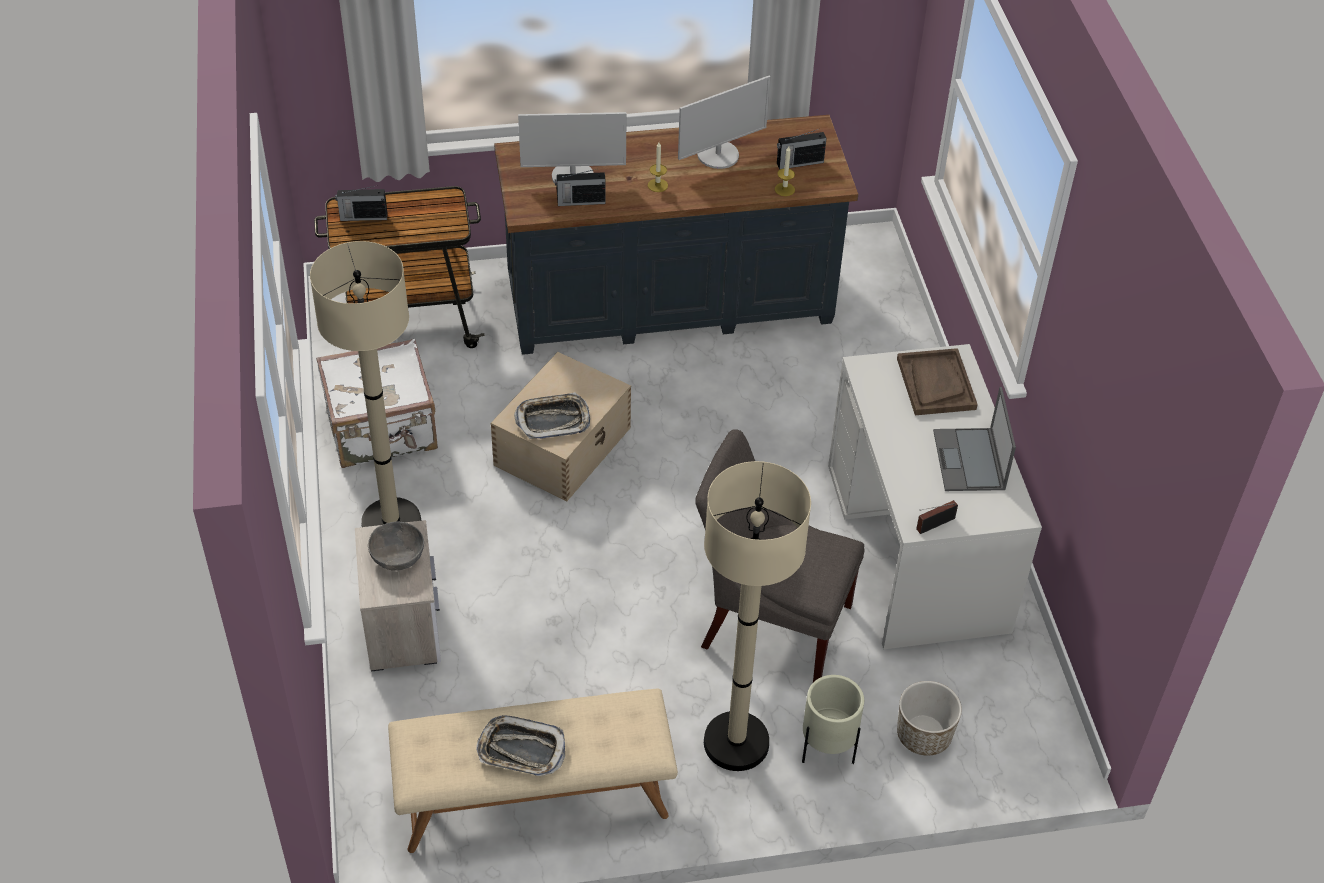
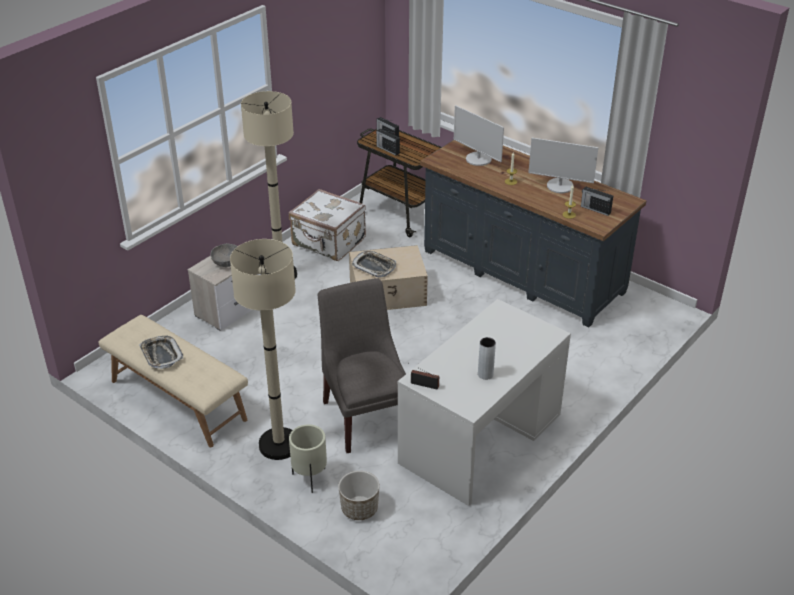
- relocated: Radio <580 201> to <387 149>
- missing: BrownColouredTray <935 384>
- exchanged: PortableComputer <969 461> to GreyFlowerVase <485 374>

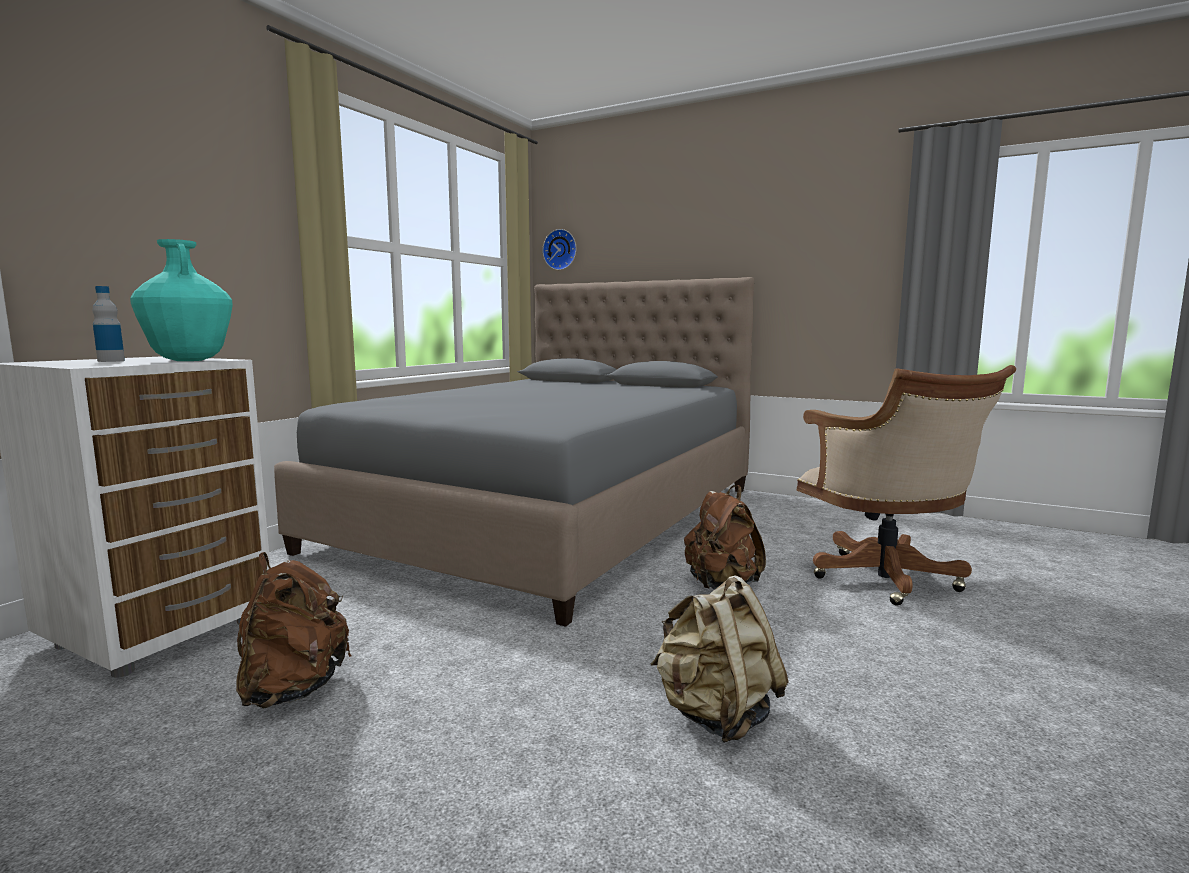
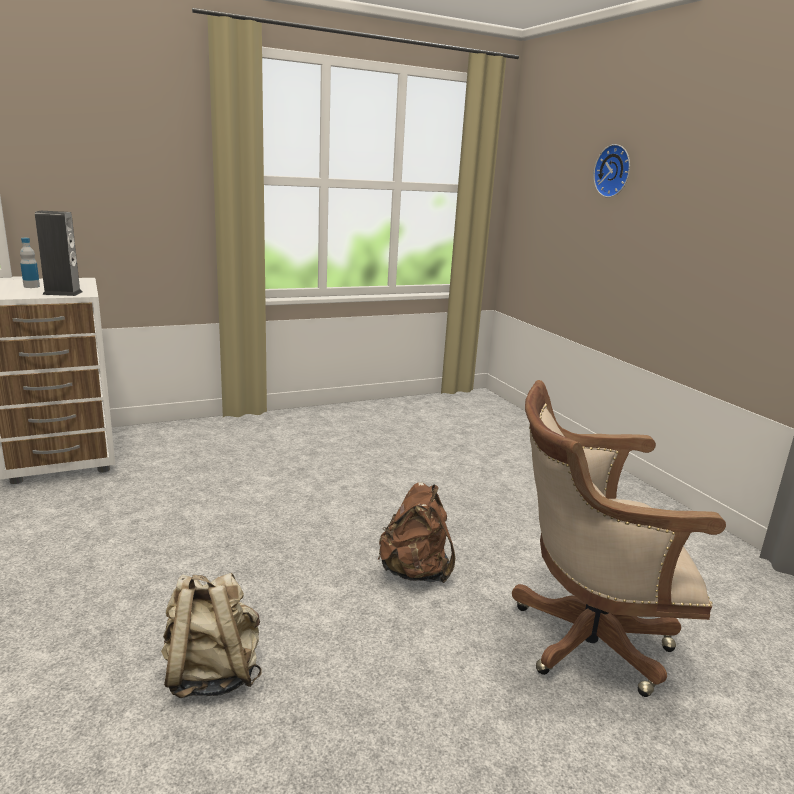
- relocated: HangingClock <561 250> to <614 171>
- exchanged: TurquoiseFlowerVase <189 360> to Loudspeaker <62 293>
- missing: GreySleepingBed <552 517>
- spun: ComputerChair <889 580> = <583 641> 75 degrees clockwise
- missing: BrownColouredRucksack <294 689>

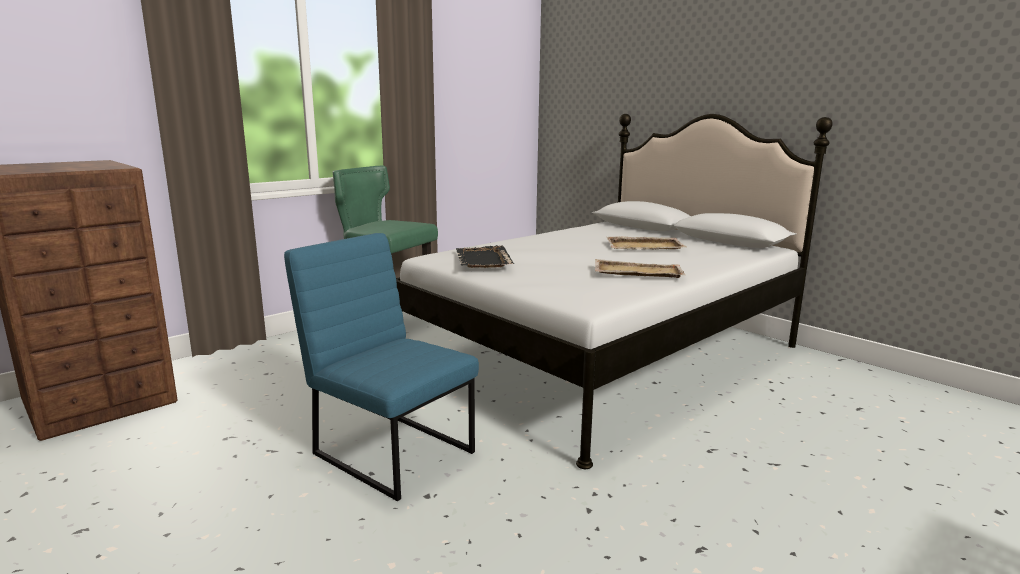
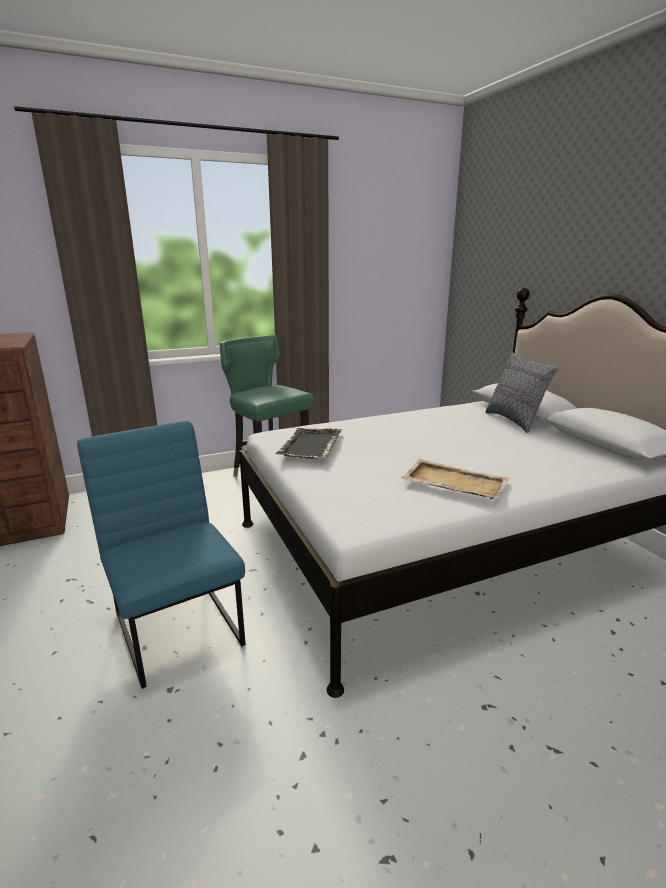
- missing: BeigeTray <645 246>
- appeared: GreyThrowPillow <514 421>

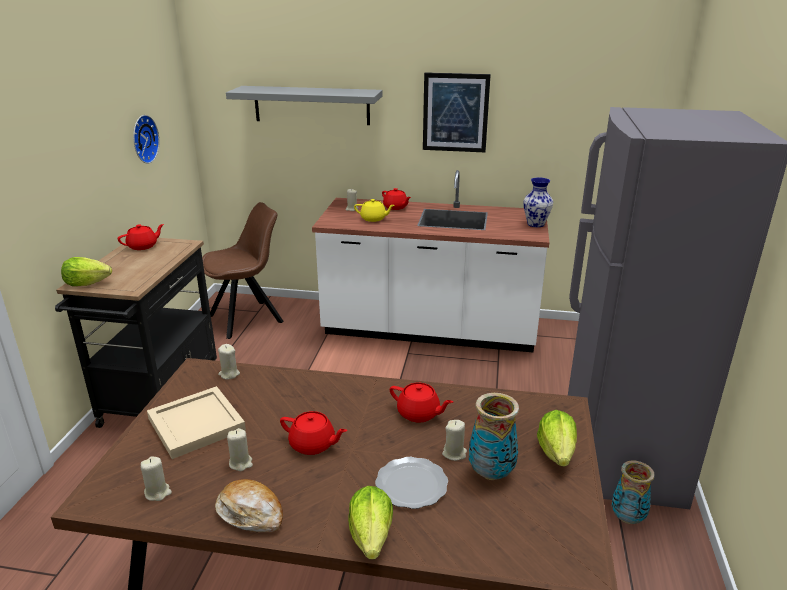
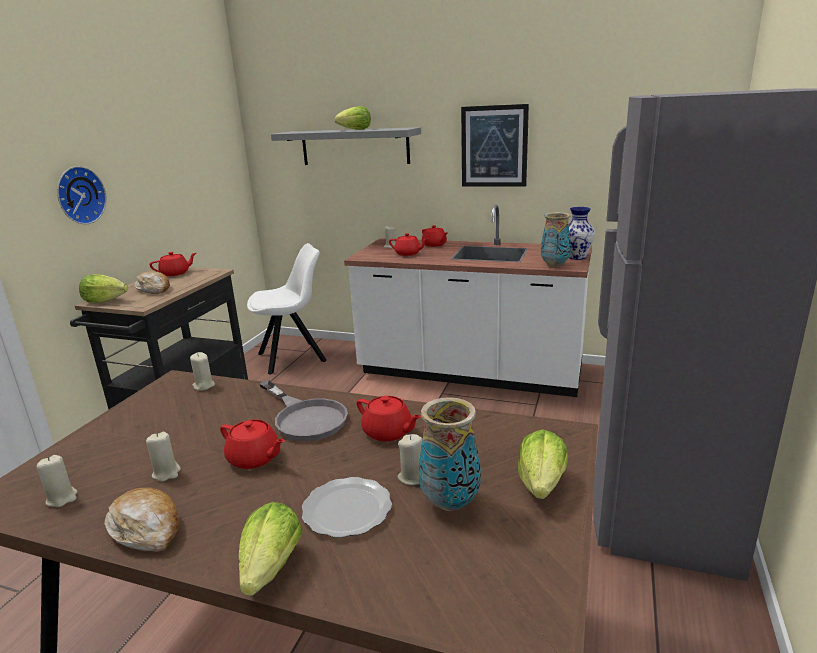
- relocated: HangingClock <142 139> to <79 195>
- colour: YellowColouredTeaPot <373 219> to RedColouredTeaPot <408 253>
- colour: BrownColouredPlainChair <246 319> to WhitishPlainChair <292 358>
- missing: BeigeTray <195 425>
- relocated: FlowerVase <627 518> to <554 265>
- appeared: Lettuce <355 130>
- appeared: BakeryBread <154 289>
- appeared: GreySkillet <305 417>

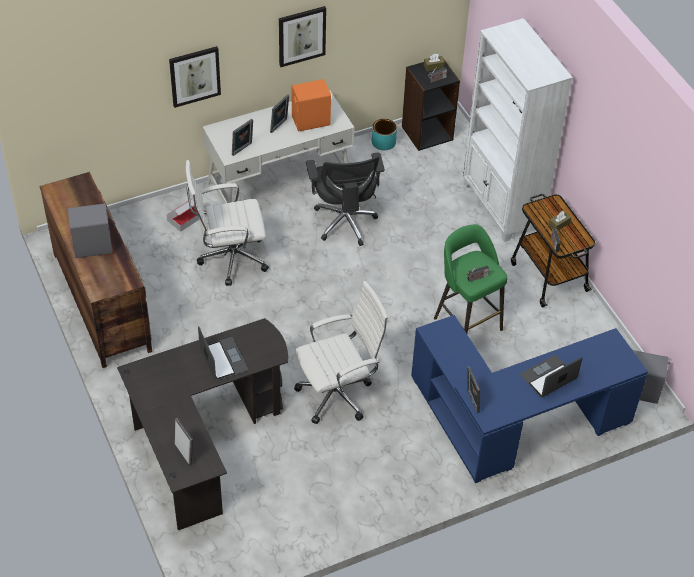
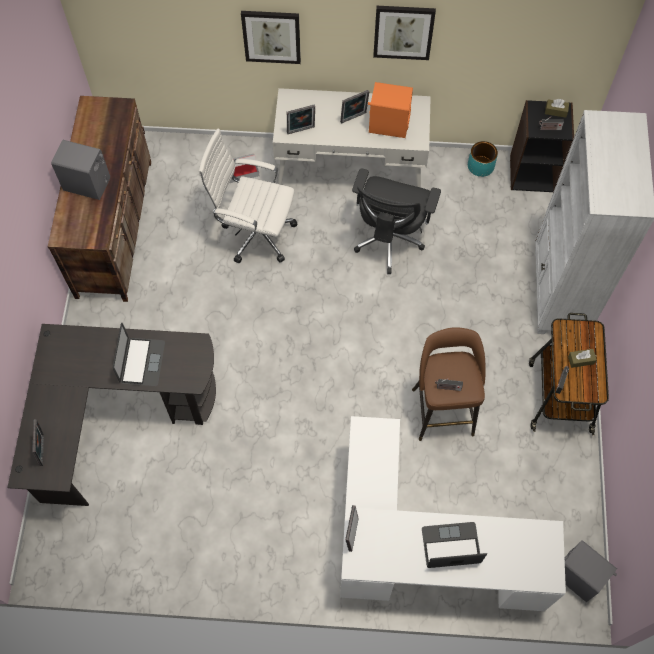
- colour: GreenishSittingStool <466 322> to BrownColouredSittingStool <442 409>
- missing: WhitishComputerChair <338 394>
- colour: BluishDesk <514 424> to WhitishDesk <421 549>

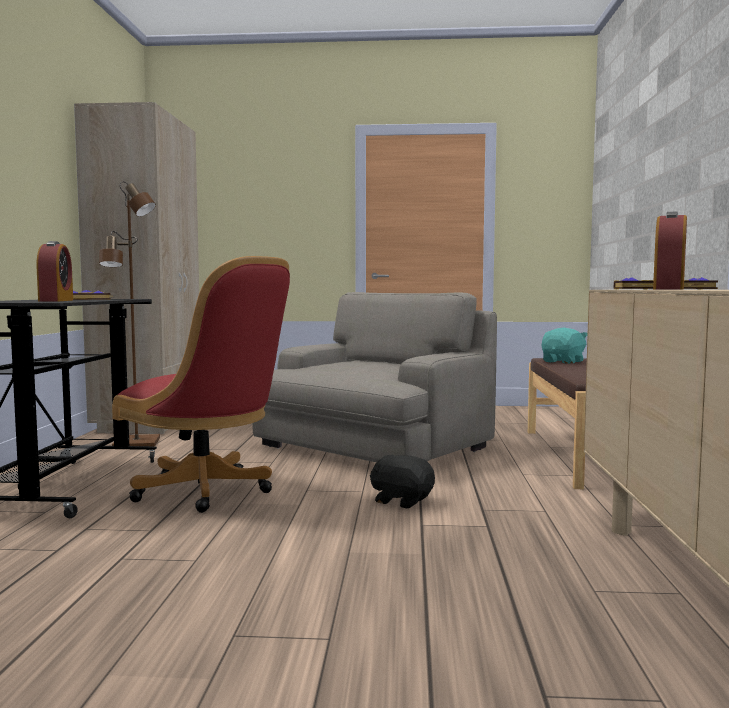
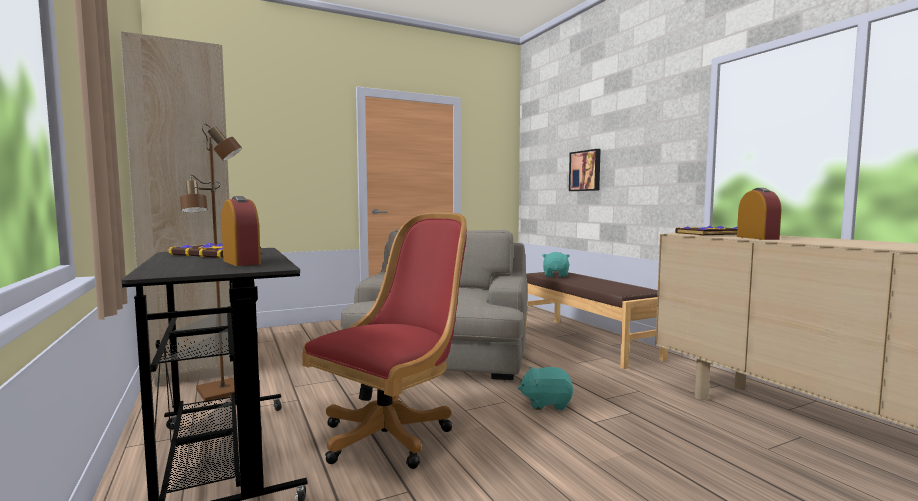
- spun: RedColouredComputerChair <211 493> = <394 433> 60 degrees counterclockwise
- colour: BlackishSoftToy <402 500> to TurquoiseSoftToy <546 403>
- appeared: Picture <585 171>

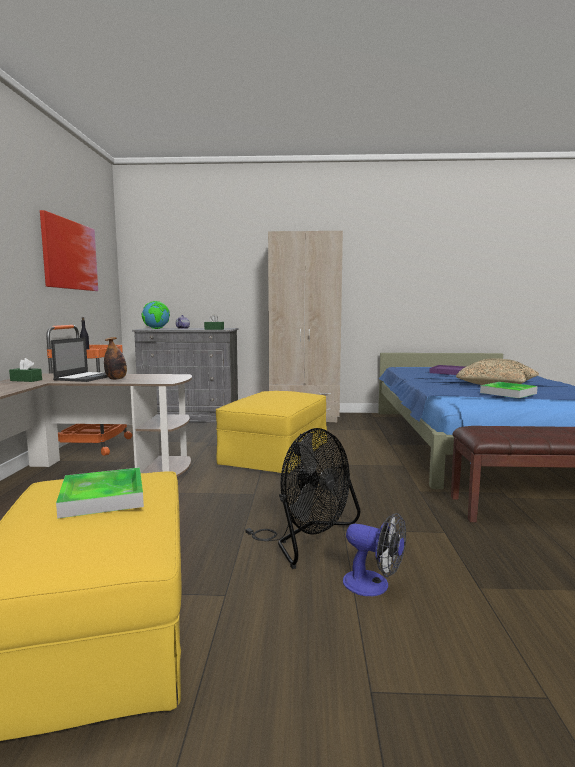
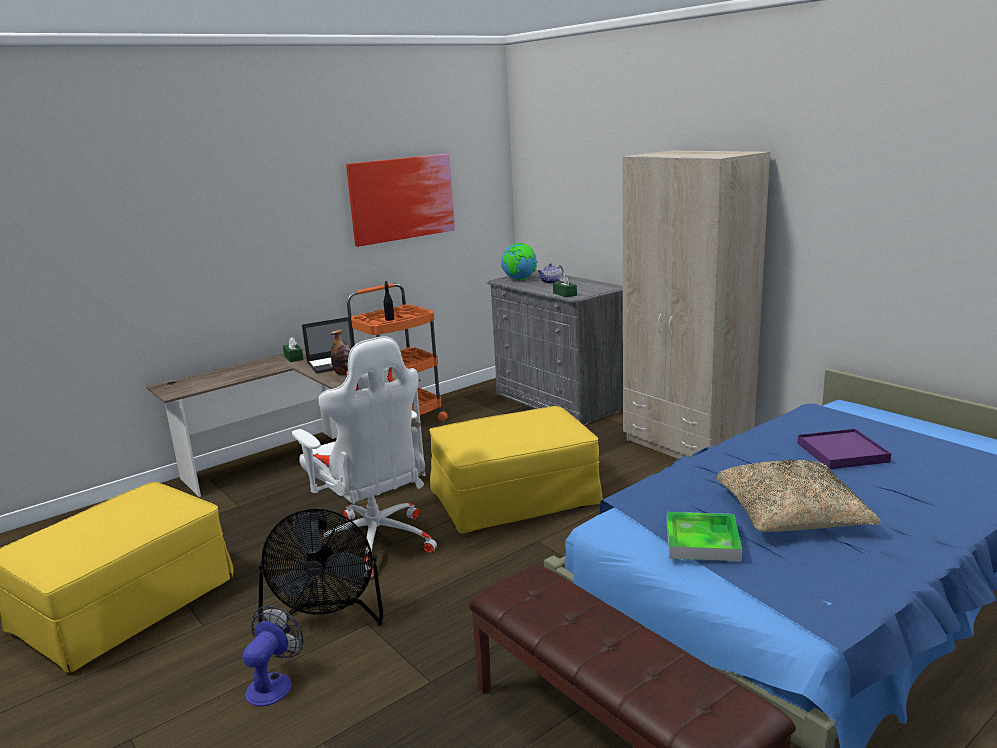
- missing: Tray <103 497>
- spun: Fan <374 586> = <273 683> 150 degrees counterclockwise
- appeared: WhitishComputerChair <372 538>

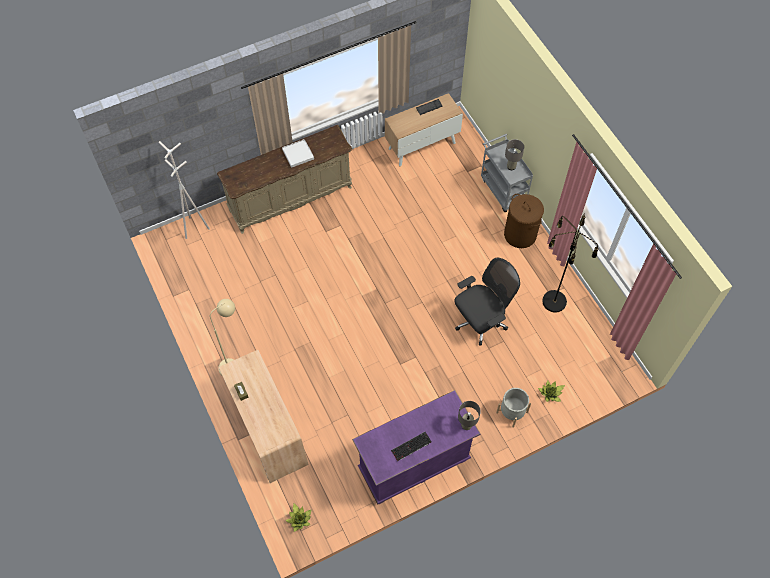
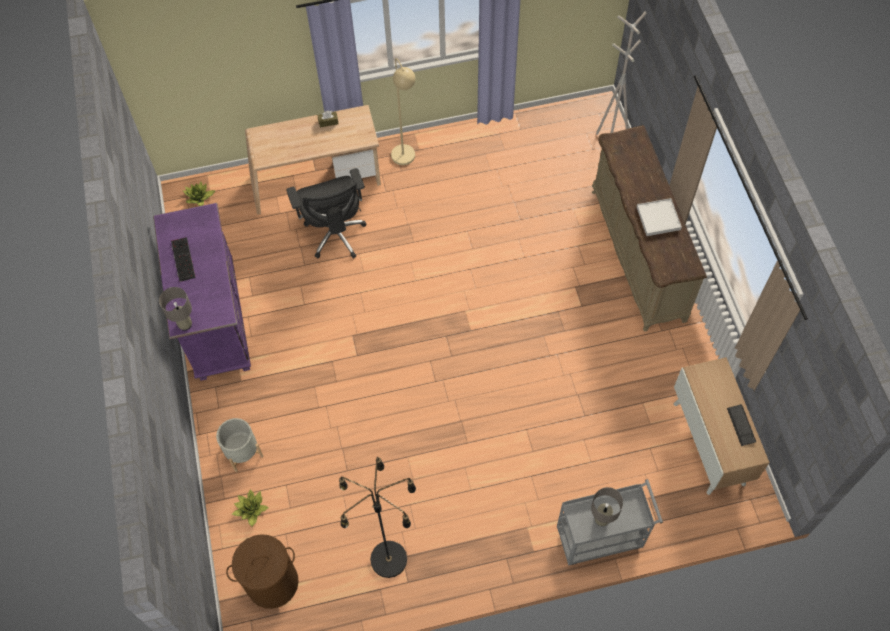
- relocated: BrownColouredLaundryBasket <520 234> to <272 583>
- relocated: ComputerChair <481 322> to <334 233>

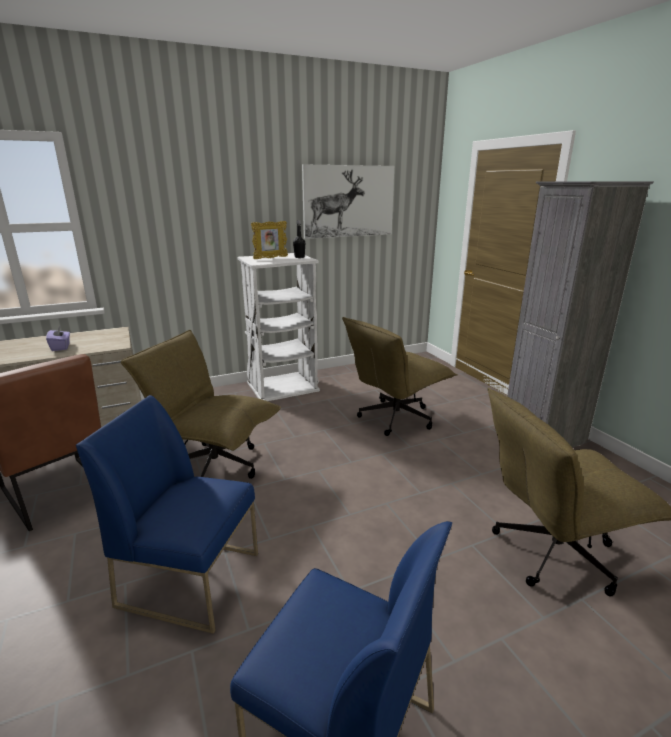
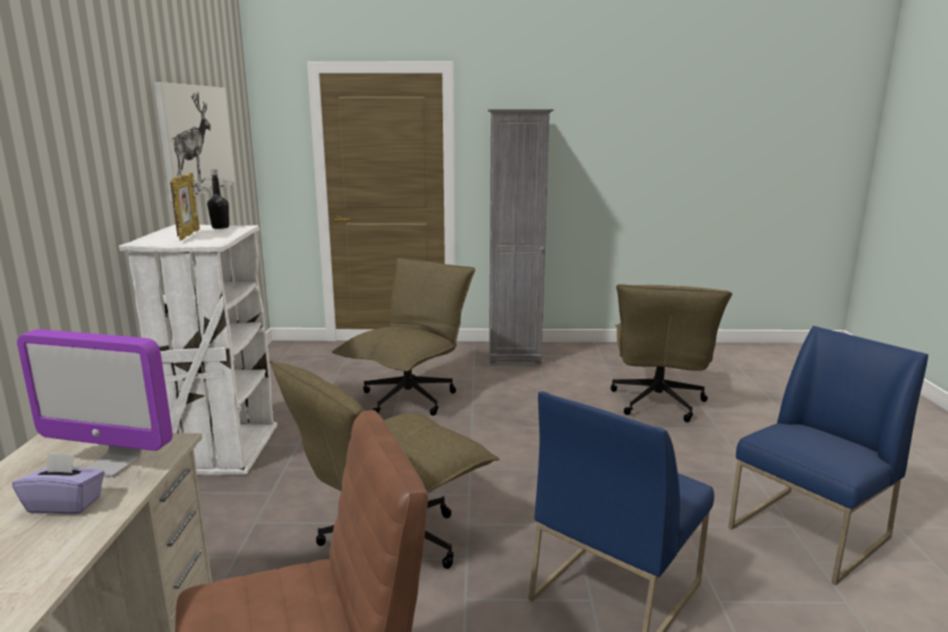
- spun: BeigeComputerChair <396 417> = <407 399> 135 degrees counterclockwise
- appeared: Monitor <112 465>

